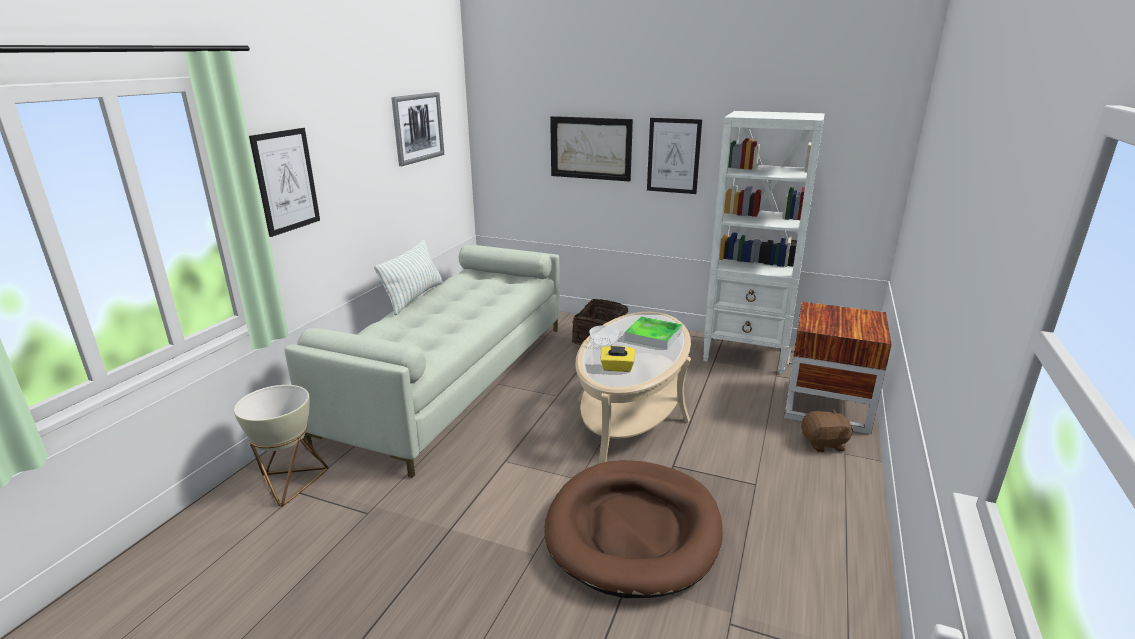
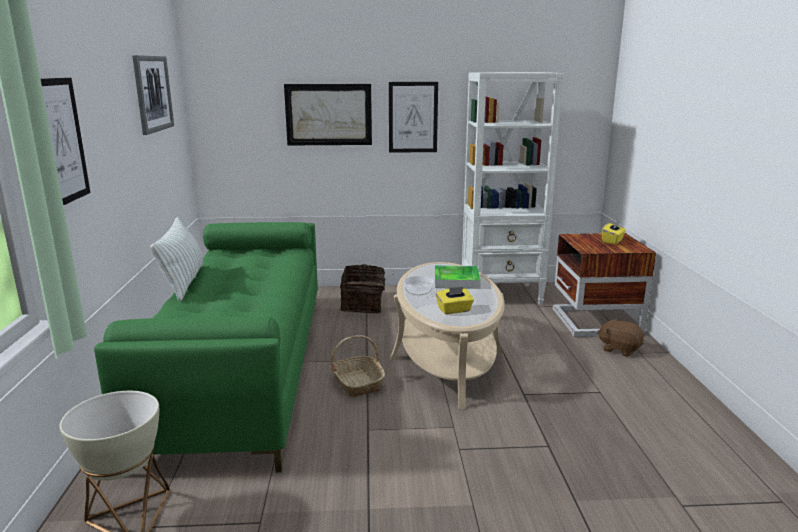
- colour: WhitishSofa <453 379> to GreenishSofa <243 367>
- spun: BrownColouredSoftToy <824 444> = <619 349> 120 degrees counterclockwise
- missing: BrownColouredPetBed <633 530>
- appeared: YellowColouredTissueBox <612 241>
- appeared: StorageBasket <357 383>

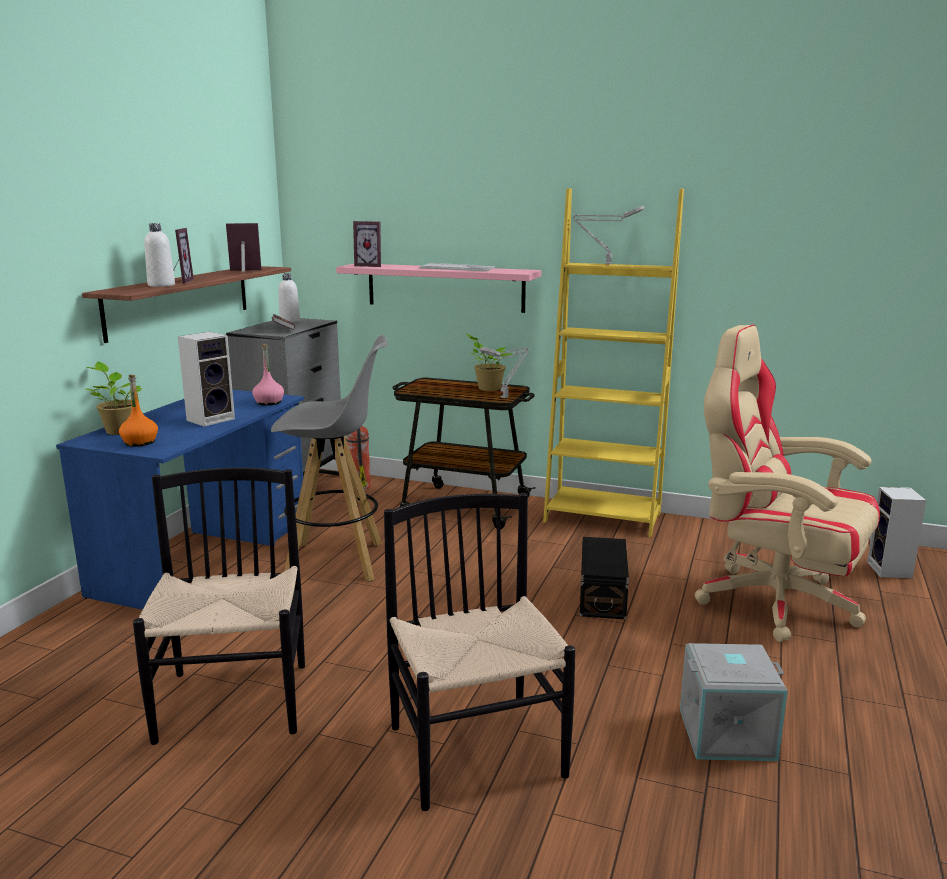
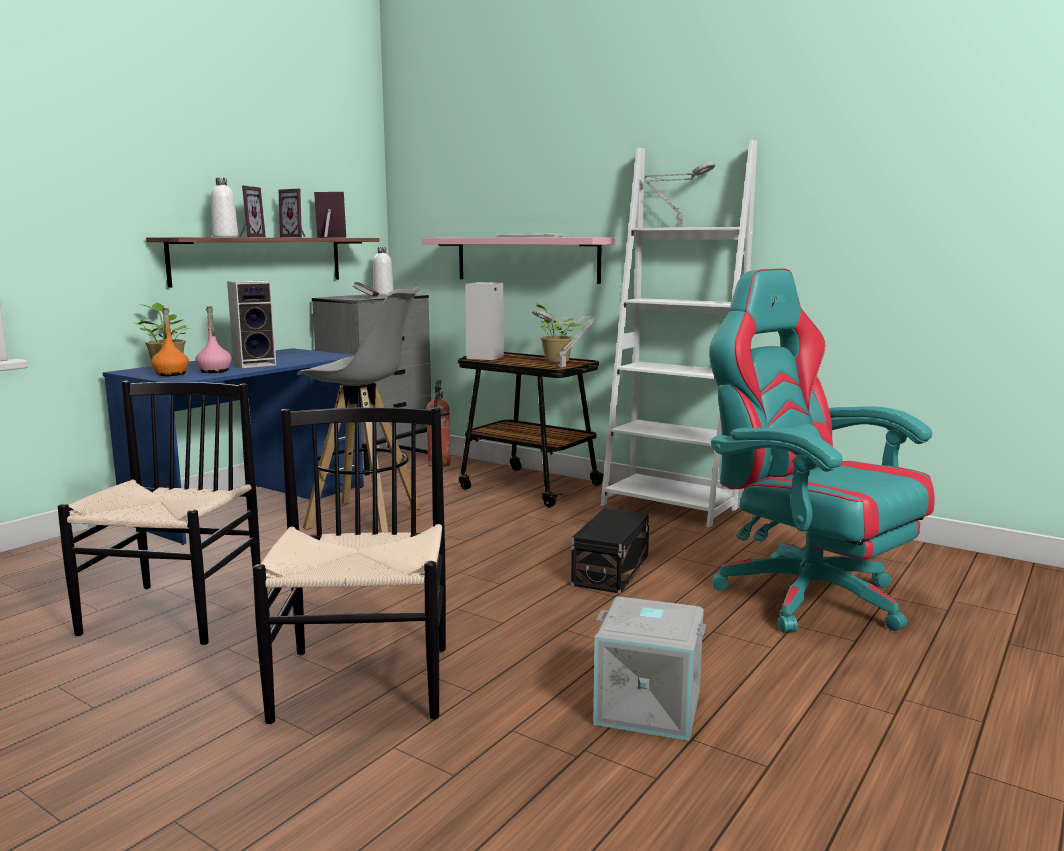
- colour: YellowColouredBookshelf <602 517> to WhitishBookshelf <668 506>
- relocated: StandingFrame <371 265> to <297 237>
- colour: BeigeComputerChair <777 602> to TurquoiseComputerChair <810 597>
- relocated: PinkishBottle <269 402> to <214 371>
- relocated: Loudspeaker <891 571> to <485 358>

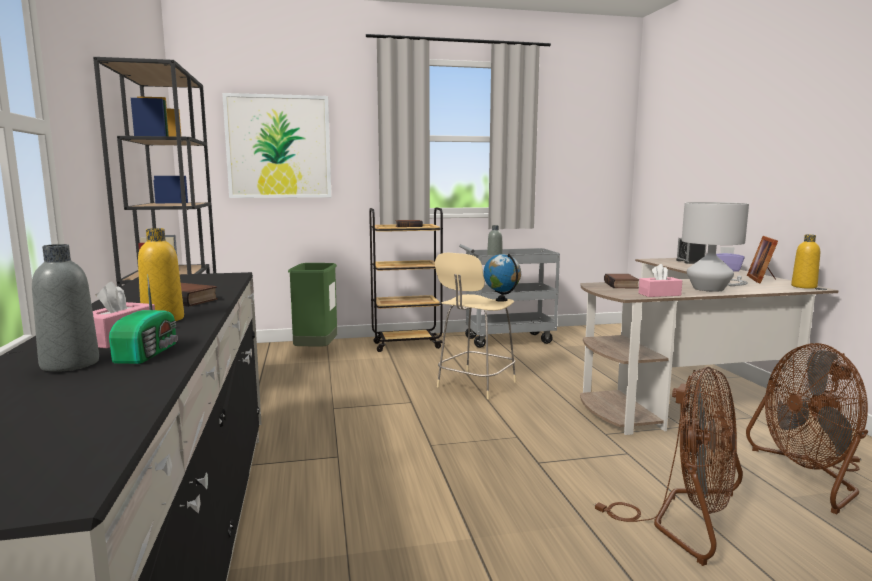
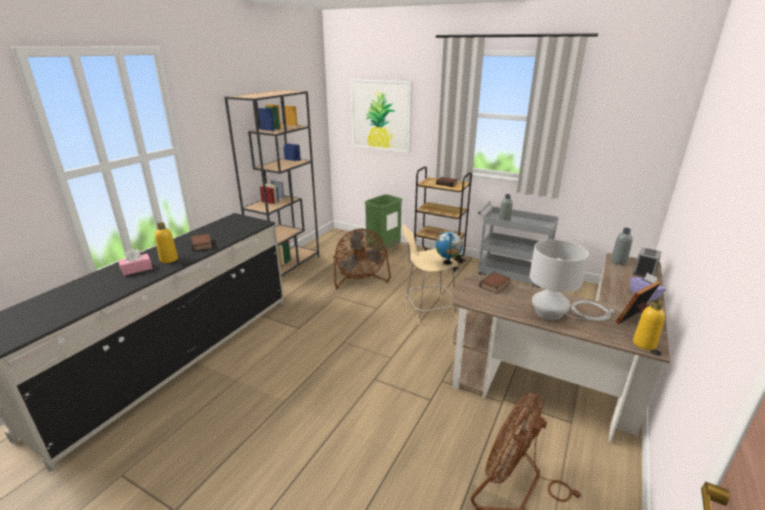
- relocated: GreyBottle <70 364> to <618 261>
- missing: PinkishTissueBox <659 294>
- missing: Radio <149 353>
- relocated: BrownColouredFan <684 519> to <358 280>

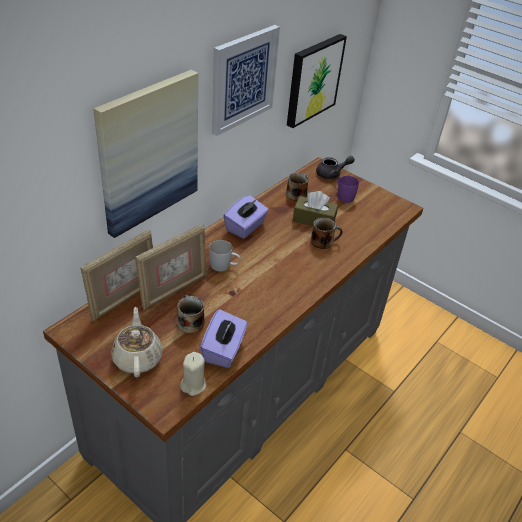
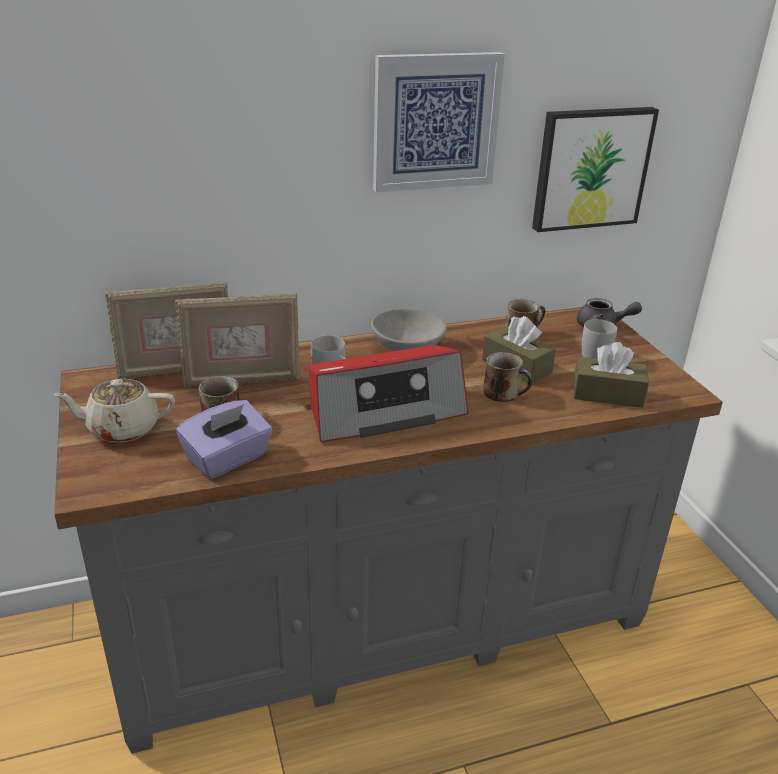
- missing: Picture <148 153>
- colour: PurplishMug <343 196> to WhitishMug <594 353>
- exchanged: PurplishTissueBox <245 227> to GreyBowl <408 347>
- spun: BeigeTeaPot <137 357> = <122 429> 120 degrees counterclockwise
- missing: BeigeCandle <193 385>
- appeared: BrownColouredTissueBox <607 394>
- appeared: Radio <384 410>

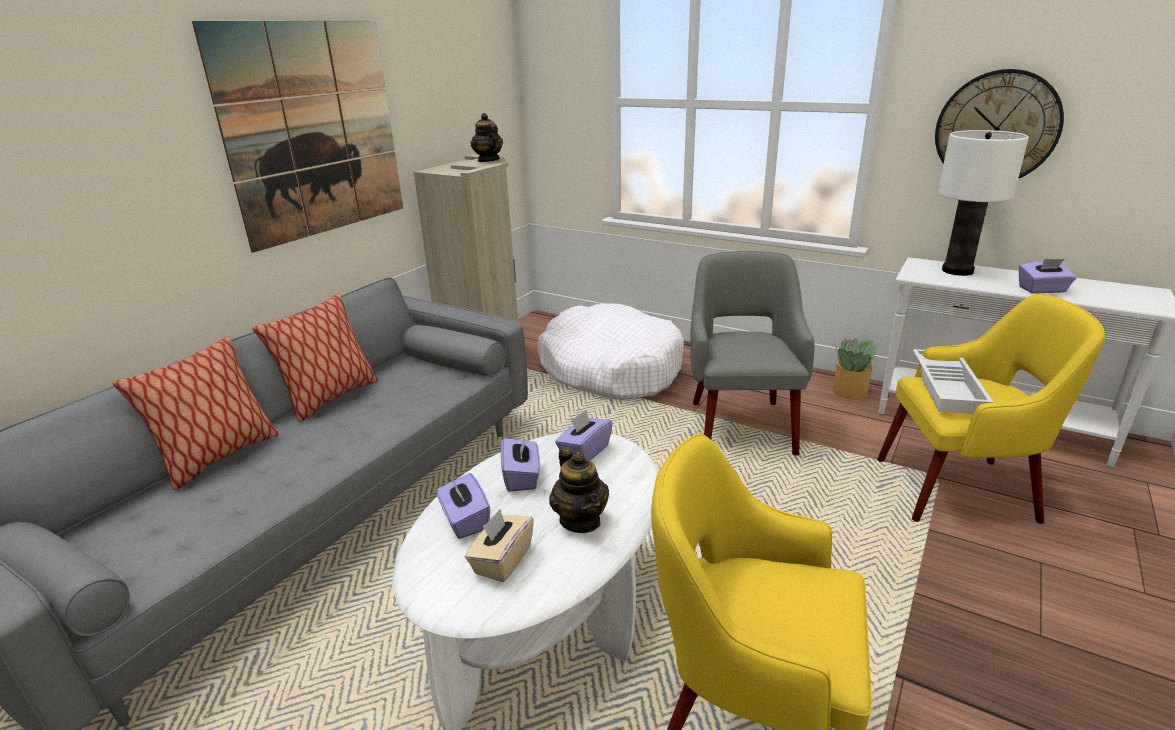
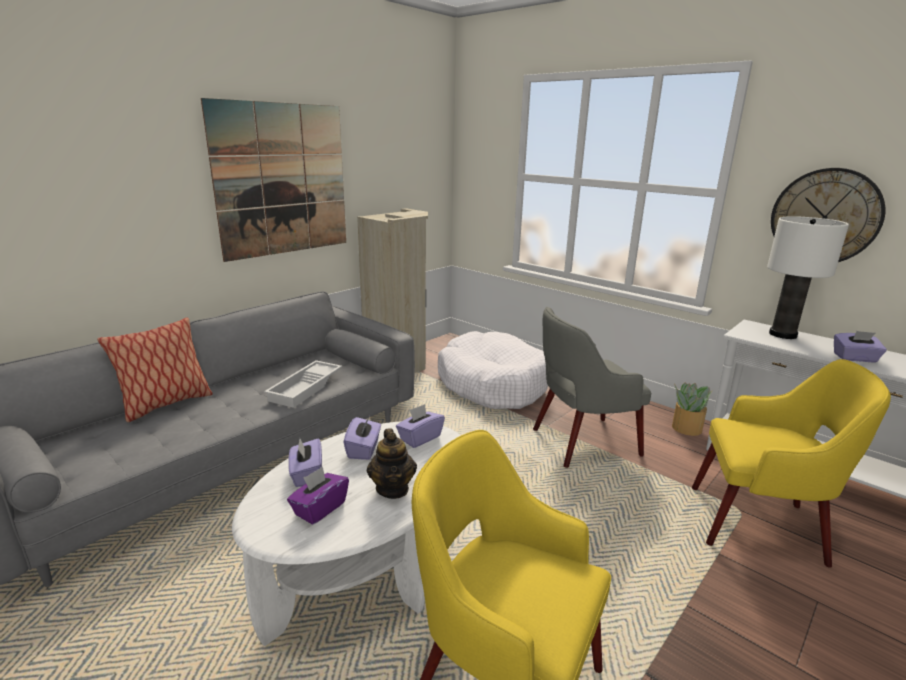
- missing: TeaPot <488 160>
- spun: GreyEasyChair <741 425> = <582 442> 120 degrees counterclockwise
- missing: ThrowPillow <330 398>
- relocated: WhitishTray <949 387> to <306 388>
- colour: BeigeTissueBox <502 561> to PurplishTissueBox <319 508>

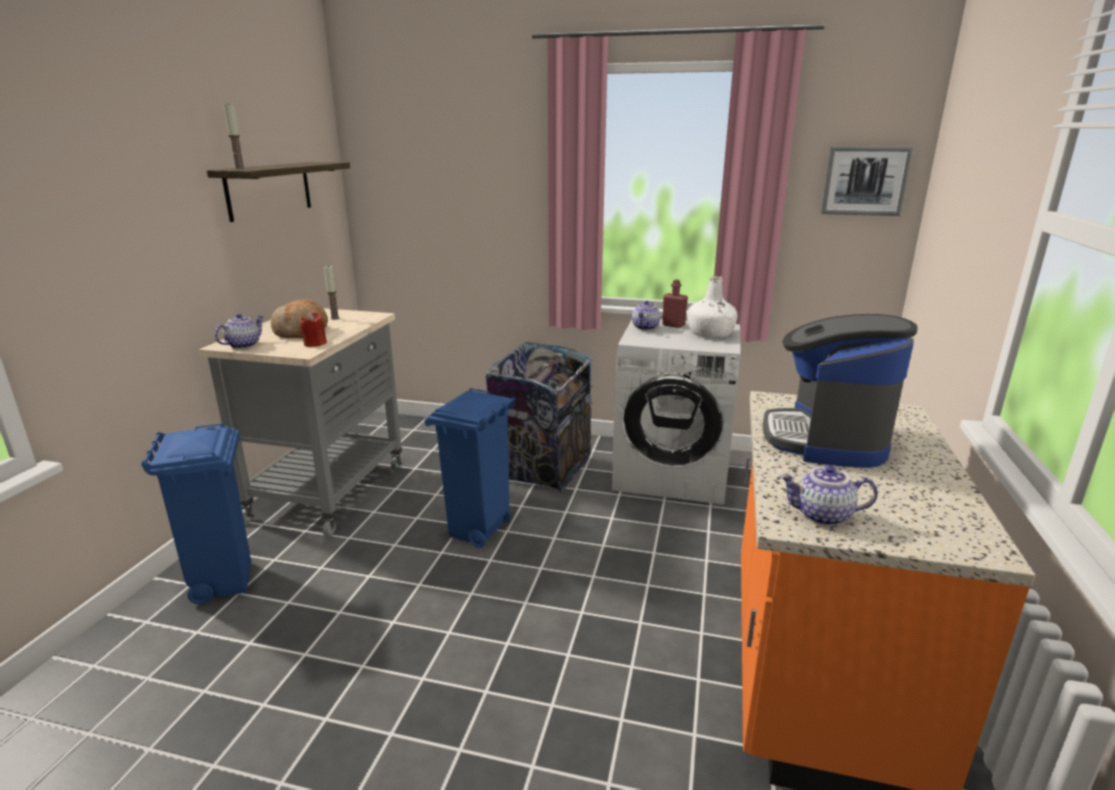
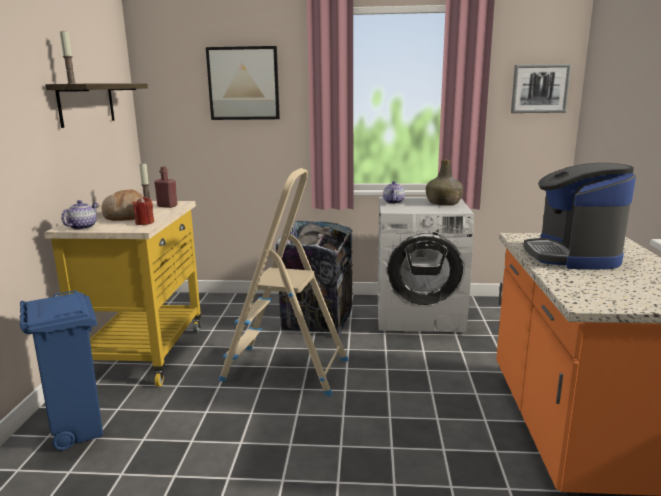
- colour: WhitishBottle <711 334> to GreenishBottle <444 203>
- relocated: RedColouredBottle <673 325> to <167 206>
- colour: GreyWheeledCart <328 491> to YellowColouredWheeledCart <144 354>
- exchanged: BluishRubbishBin <478 531> to BeigeStepLadder <284 369>
- missing: TeaPot <822 516>
- appeared: Picture <243 83>

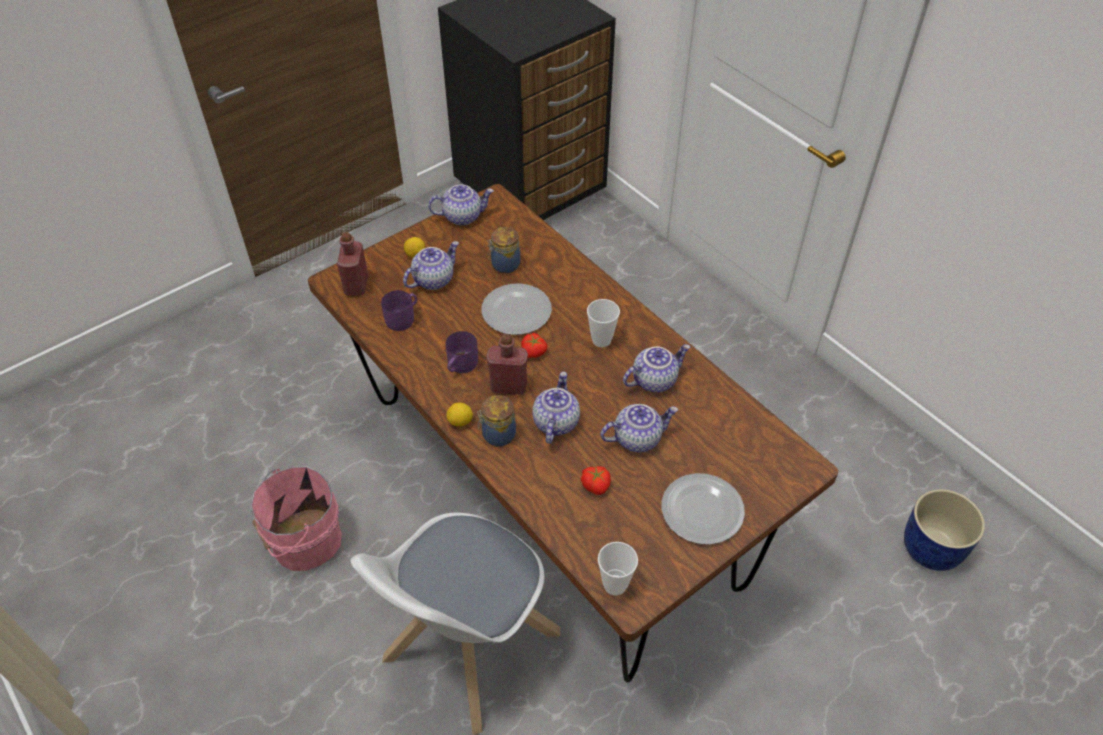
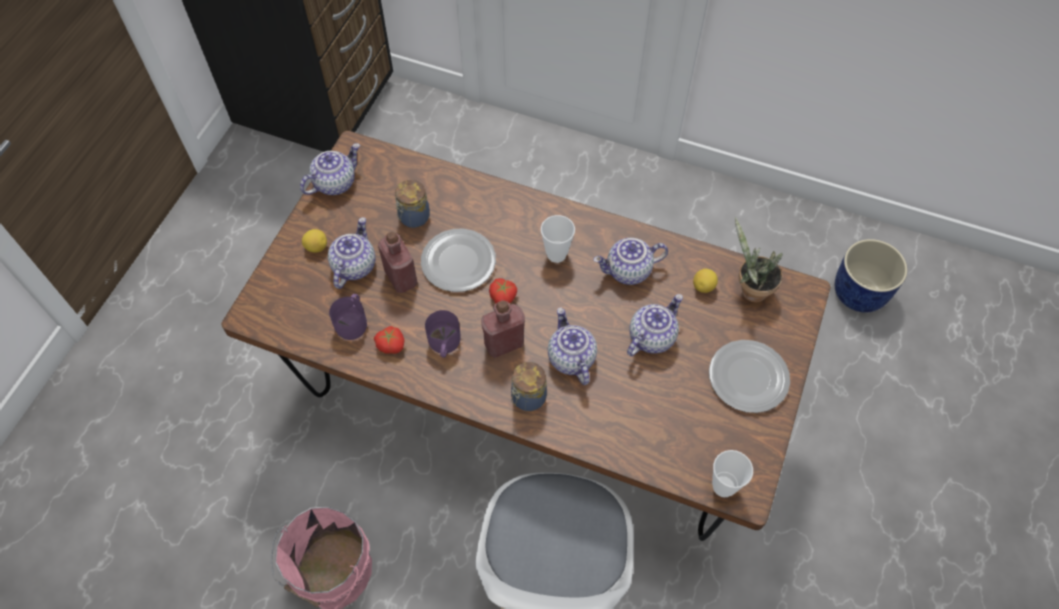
- relocated: RedColouredBottle <356 285> to <401 278>
- spun: TeaPot <654 380> = <628 272> 135 degrees counterclockwise
- relocated: WholeLemon <460 422> to <703 286>
- relocated: FreshTomato <596 484> to <391 344>
- appeared: Houseplant <750 290>

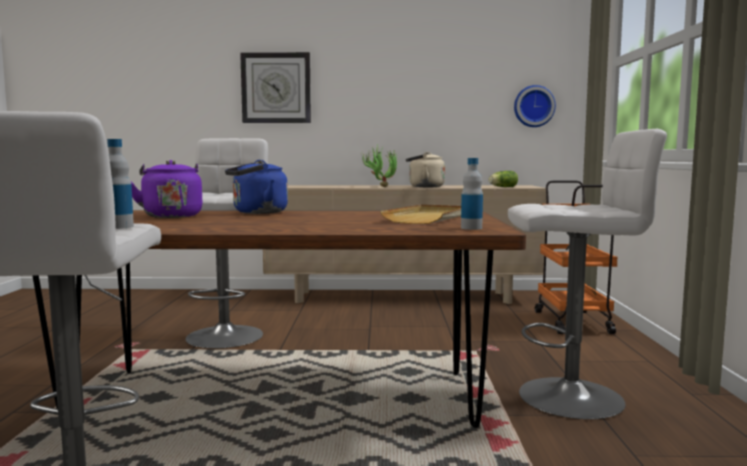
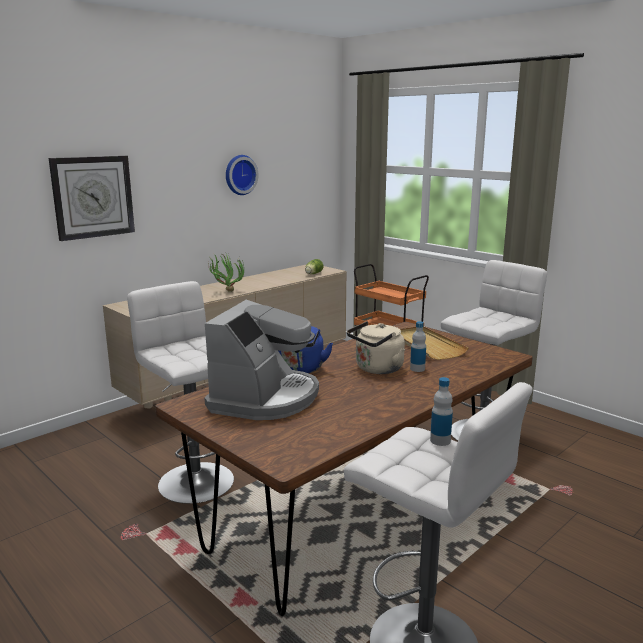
- relocated: HangingClock <533 106> to <239 175>
- relocated: BeigeKettle <424 187> to <377 369>
- relocated: Bottle <471 228> to <417 369>
- exchanged: PurplishKettle <171 216> to CoffeeMachine <265 398>

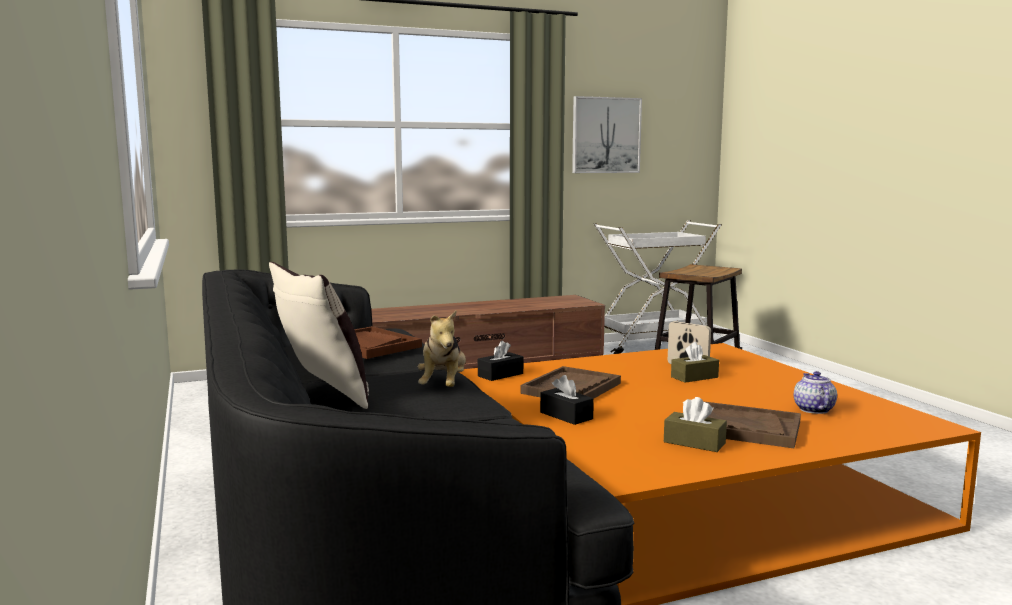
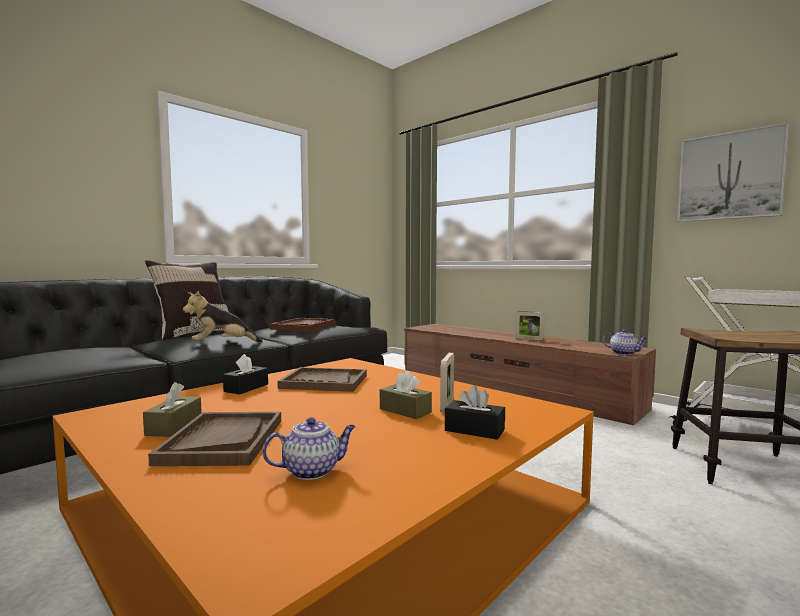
- relocated: BlackishTissueBox <500 375> to <474 430>
- appeared: StandingFrame <529 339>
- appeared: TeaPot <624 353>

